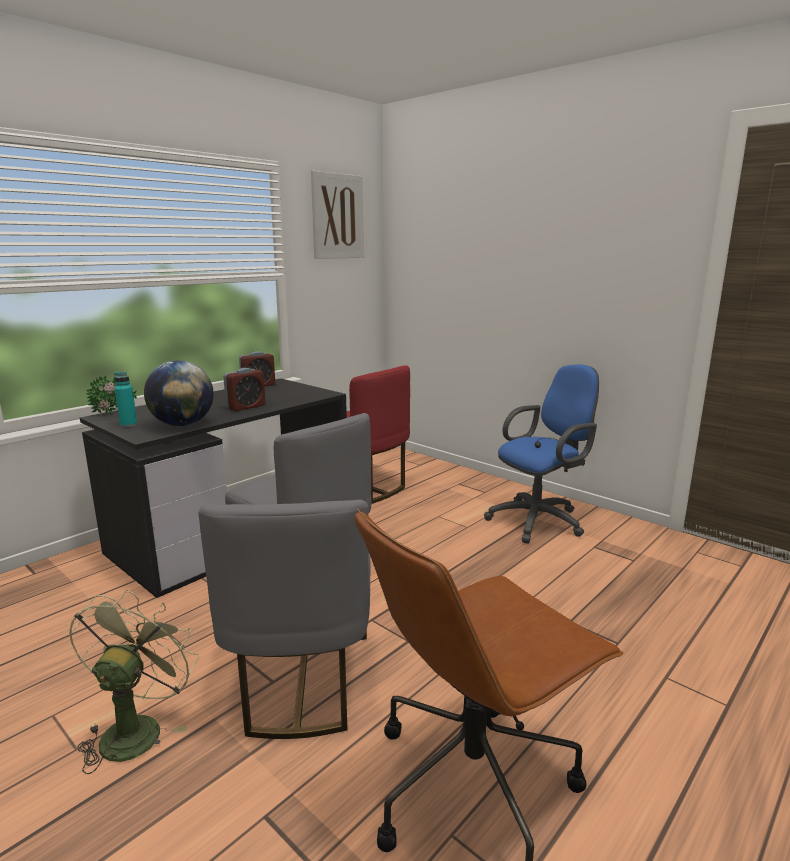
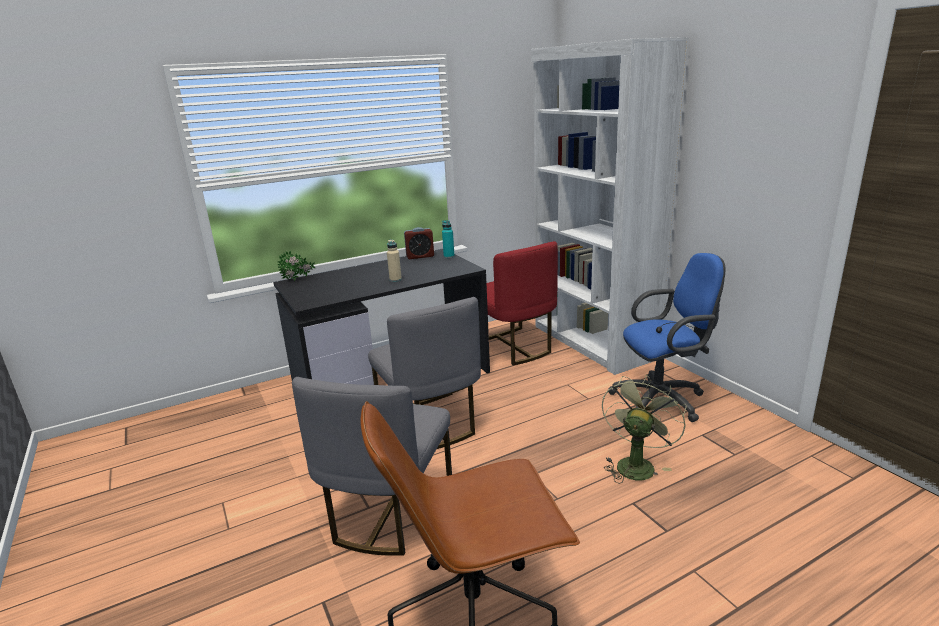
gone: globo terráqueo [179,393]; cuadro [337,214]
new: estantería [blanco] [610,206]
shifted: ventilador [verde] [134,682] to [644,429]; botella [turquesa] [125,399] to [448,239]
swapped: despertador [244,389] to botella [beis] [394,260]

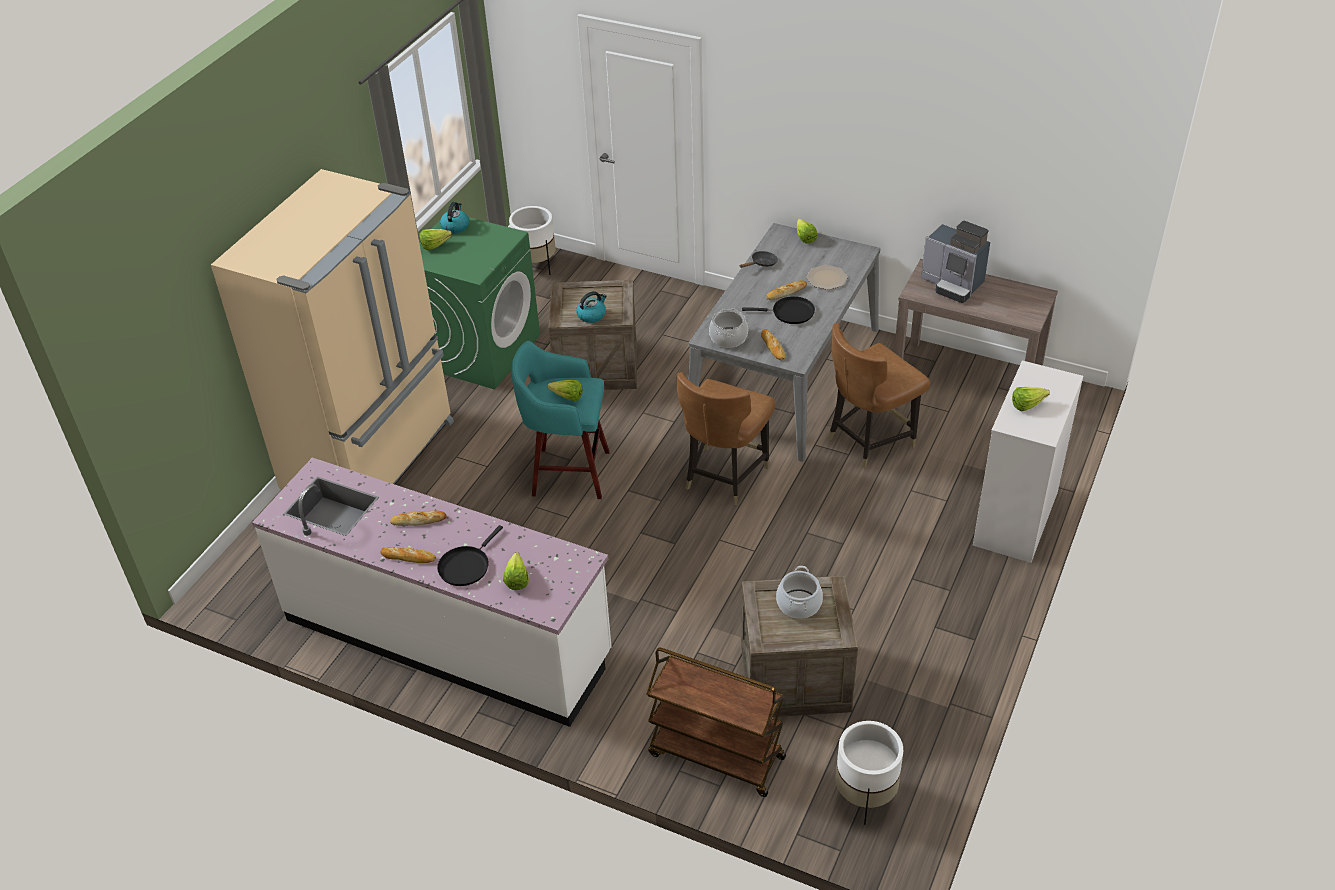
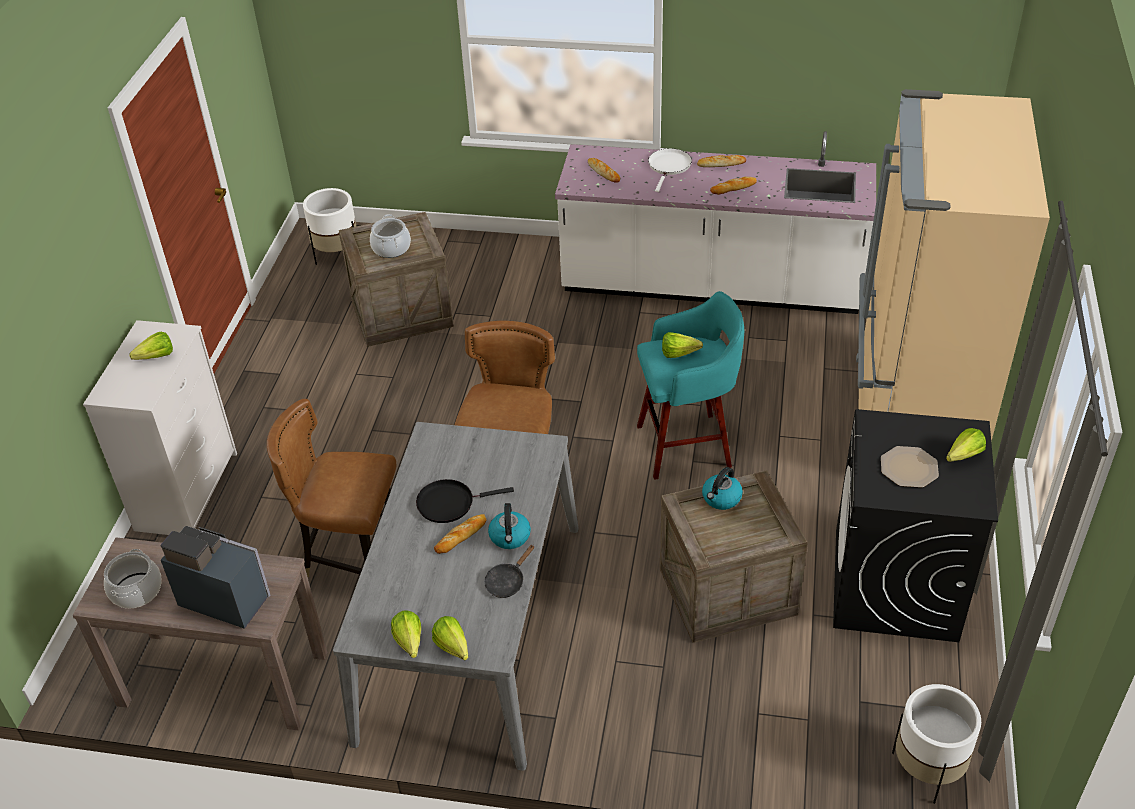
gone: carrito [marrón] [716,722]
shifted: hervidor [454,218] to [509,526]; lechuga [516,571] to [406,634]; olla [728,328] to [133,578]; pan [773,344] to [604,170]; plato [827,277] to [910,467]
repainted: lavadora [verde] [479,303] to lavadora [negro] [915,525]; sartén [negro] [470,555] to sartén [blanco] [670,170]
rotated: silla [marrón] [879,395] = [331,488] 120 degrees counterclockwise

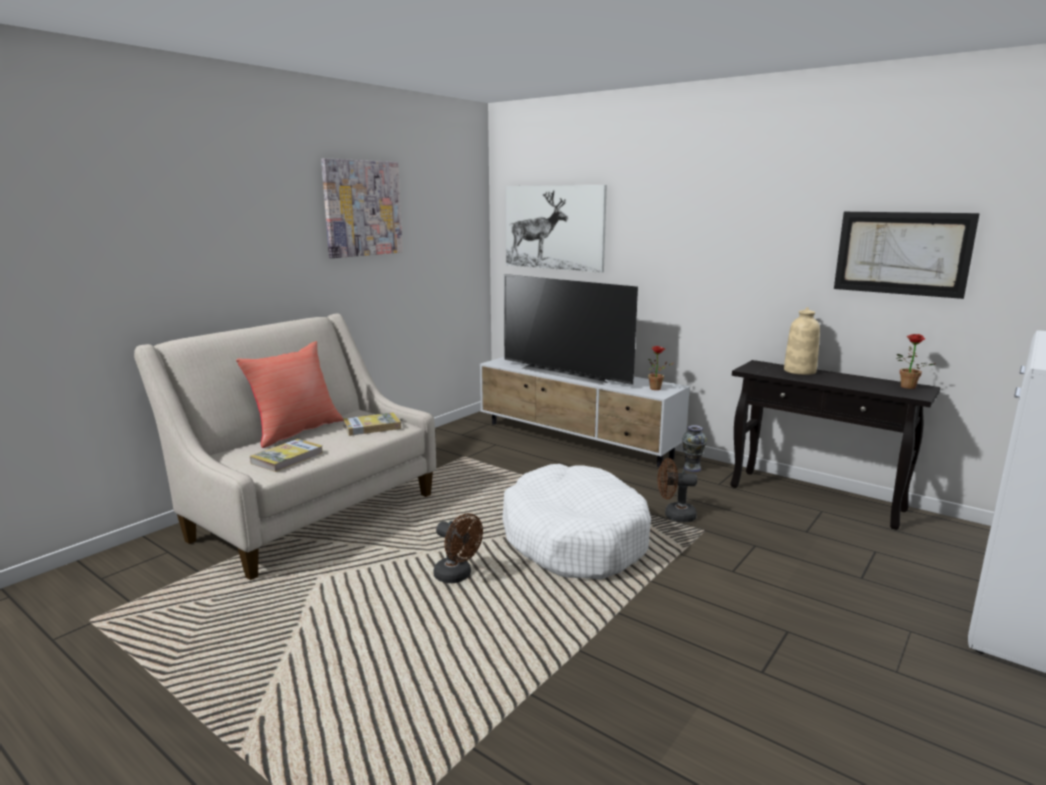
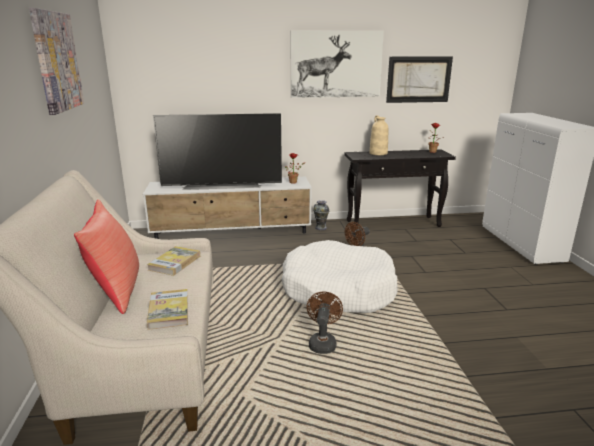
shifted: cuadro [556,229] to [337,64]
rotated: ventilador [marrón] [458,548] = [325,323] 75 degrees counterclockwise

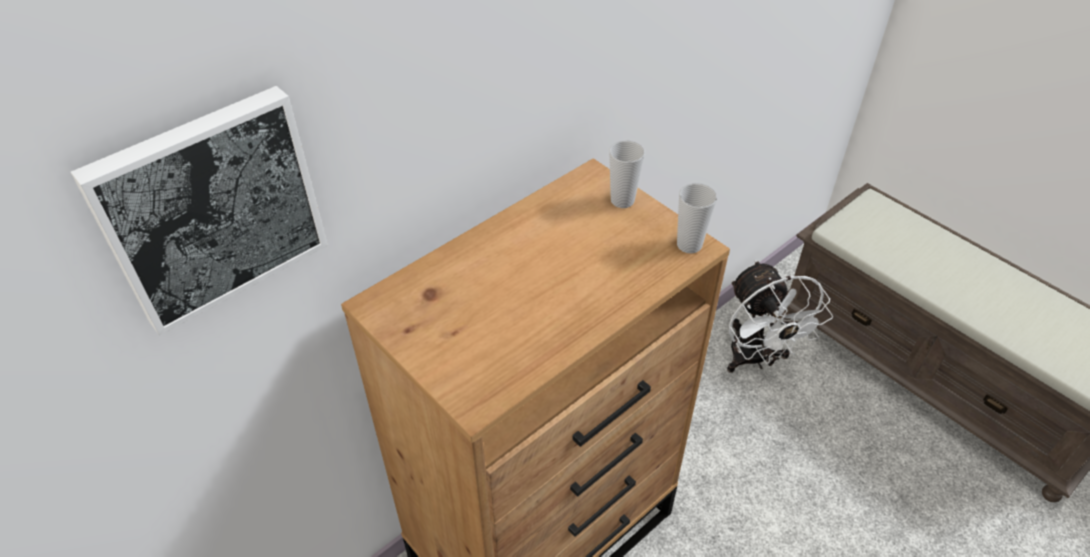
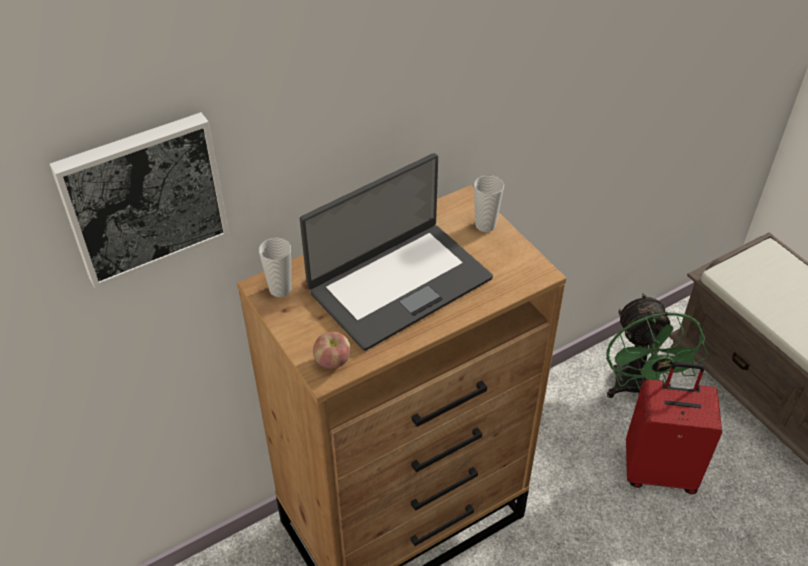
new: portátil [396,252]; manzana [332,350]; maleta [rojo] [674,428]
shifted: taza [697,218] to [275,267]
repainted: ventilador [blanco] [780,316] to ventilador [verde] [657,345]

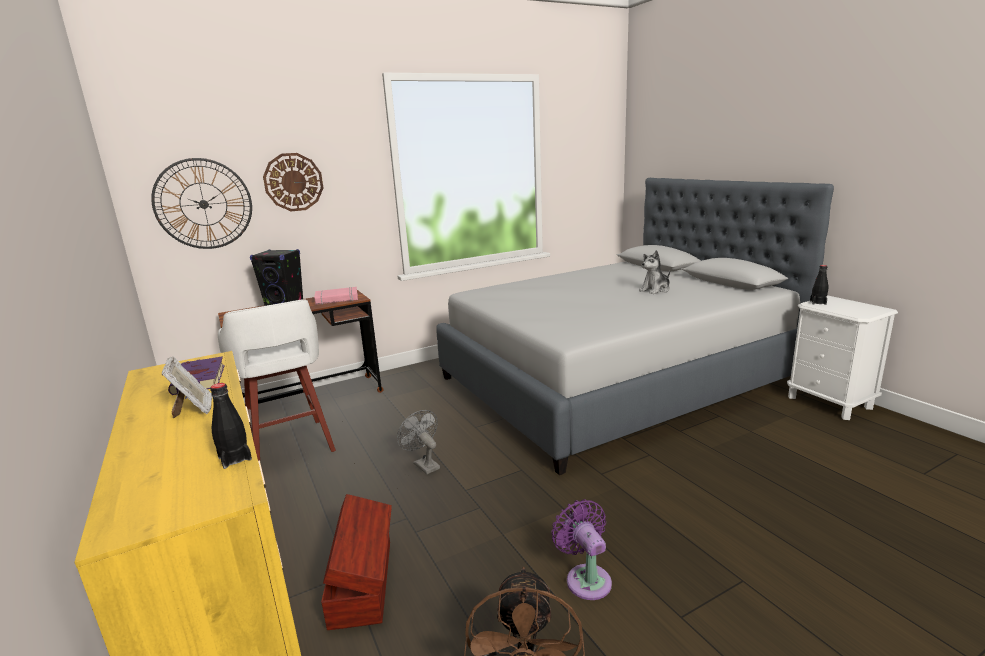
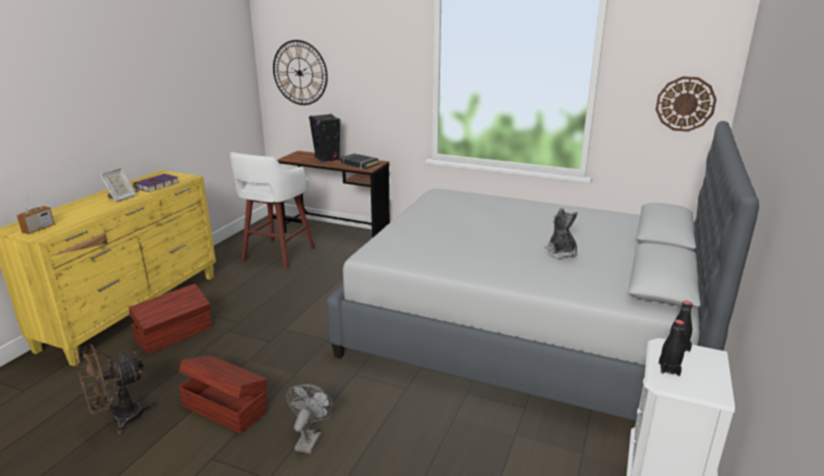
new: radio [36,211]
shifted: botella [negro] [231,426] to [672,348]; reloj de pared [293,182] to [686,104]; ventilador [gris] [418,442] to [310,419]
swapped: ventilador [morado] [581,549] to caja de almacenaje [marrón] [223,394]
repainted: libro [rosa] [336,296] to libro [negro] [359,161]
rotated: peluche [654,272] = [561,233] 60 degrees clockwise

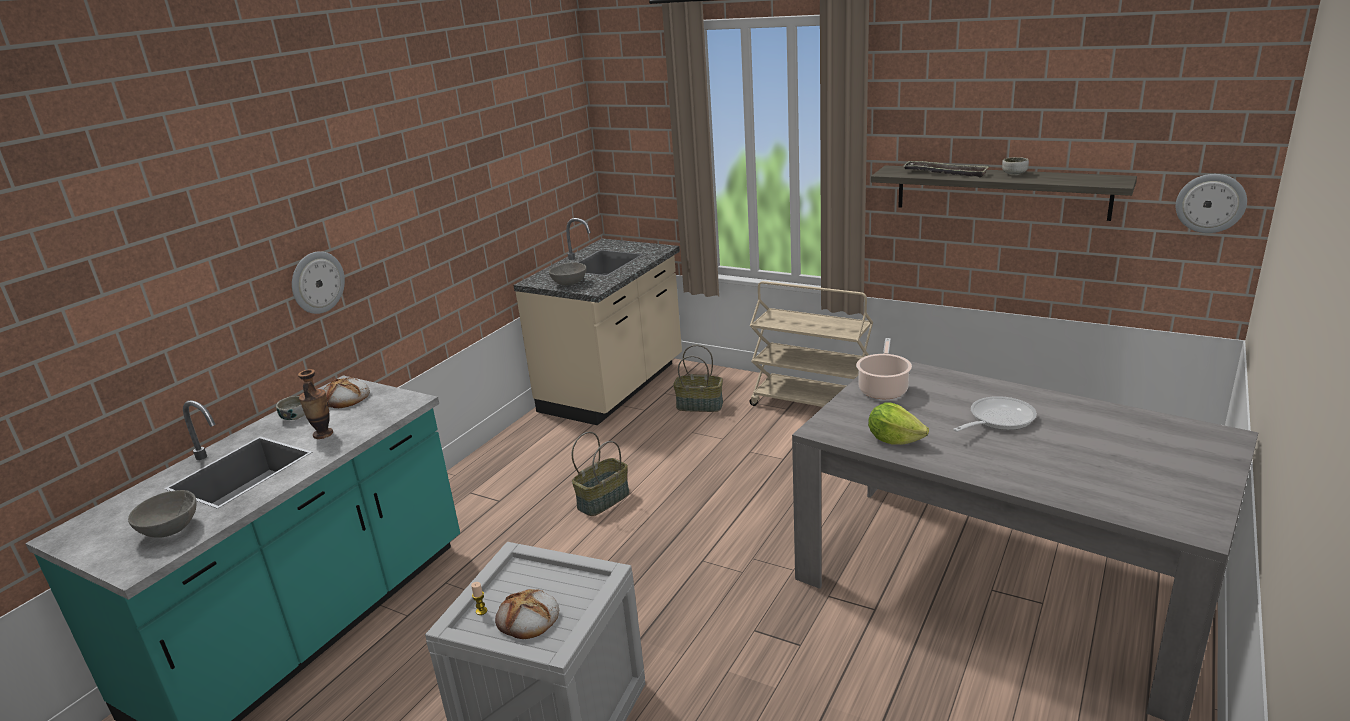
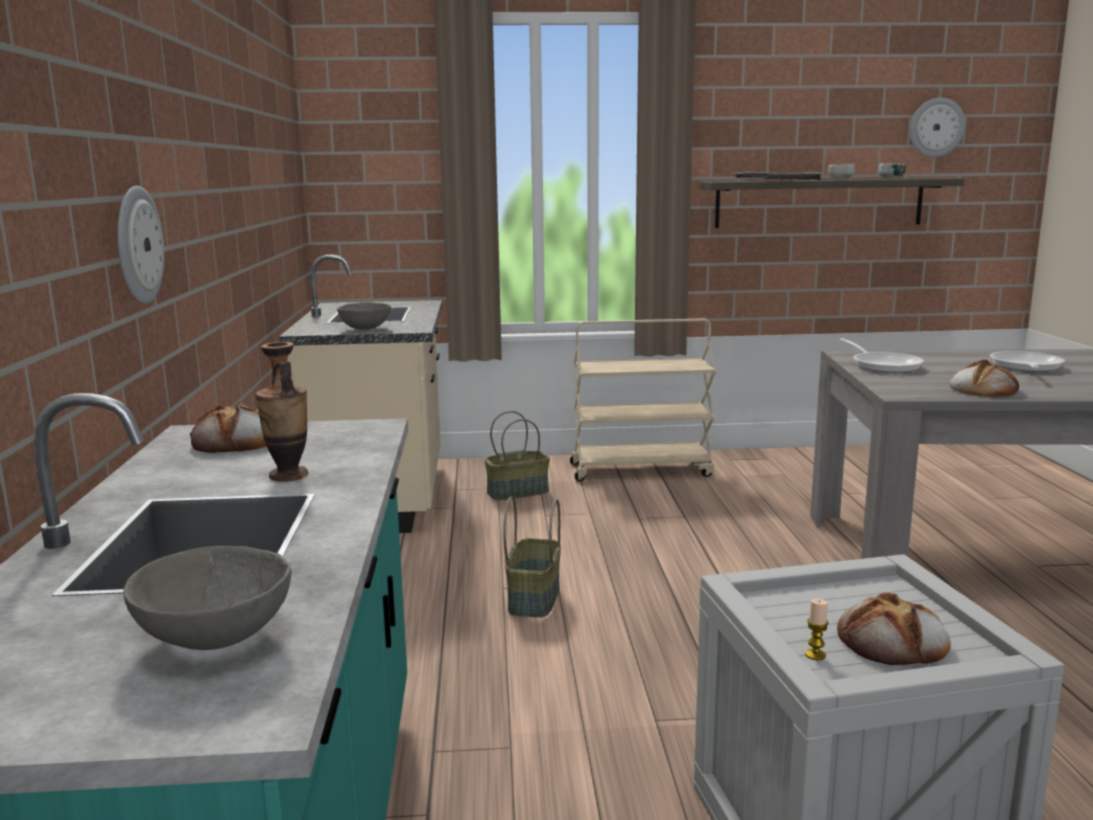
shifted: cuenco [290,408] to [892,171]; reloj de pared [1211,203] to [937,127]
swapped: olla [884,368] to sartén [882,355]; lechuga [898,423] to pan [984,378]

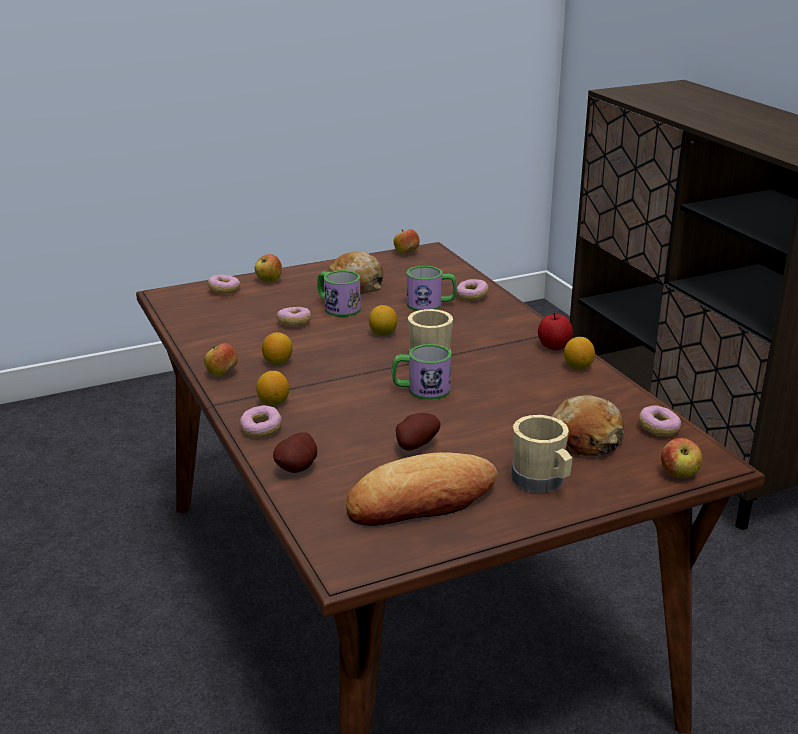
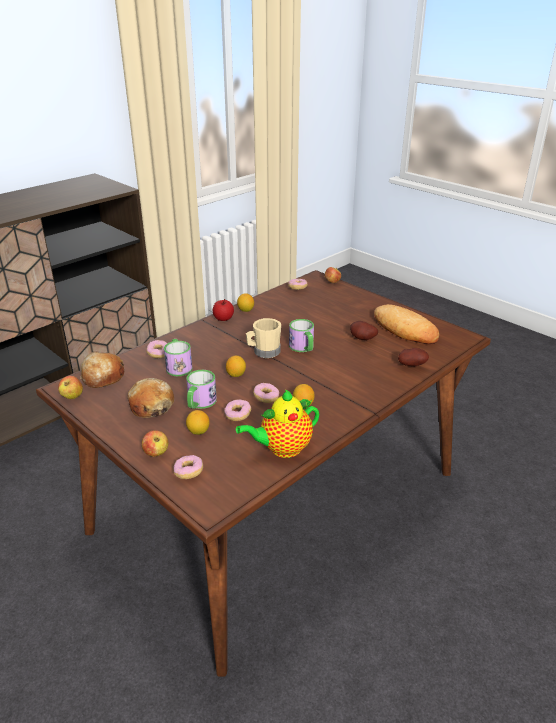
gone: manzana [221,360]; taza grande [beis] [542,454]
new: tetera [277,424]
shifted: rosquilla [261,421] to [266,393]; limón [272,388] to [198,422]; pan [588,426] to [102,370]

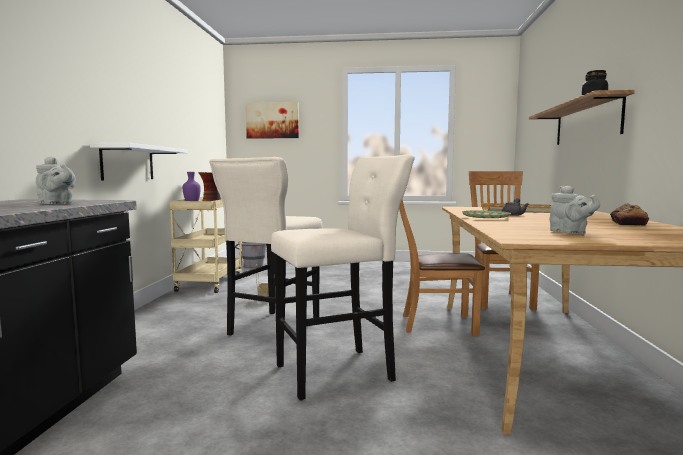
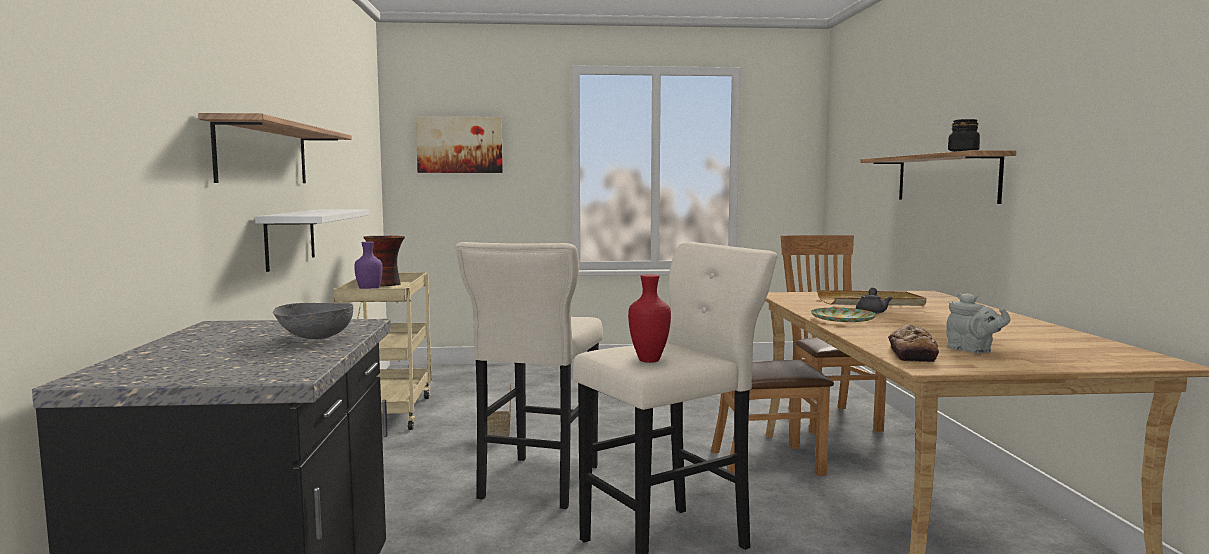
gone: cubo [gris] [251,254]
new: estante [275,148]; florero [rojo] [649,318]
shifted: pan [629,214] to [913,343]
swapped: tetera [gris] [56,180] to cuenco [gris] [313,321]

